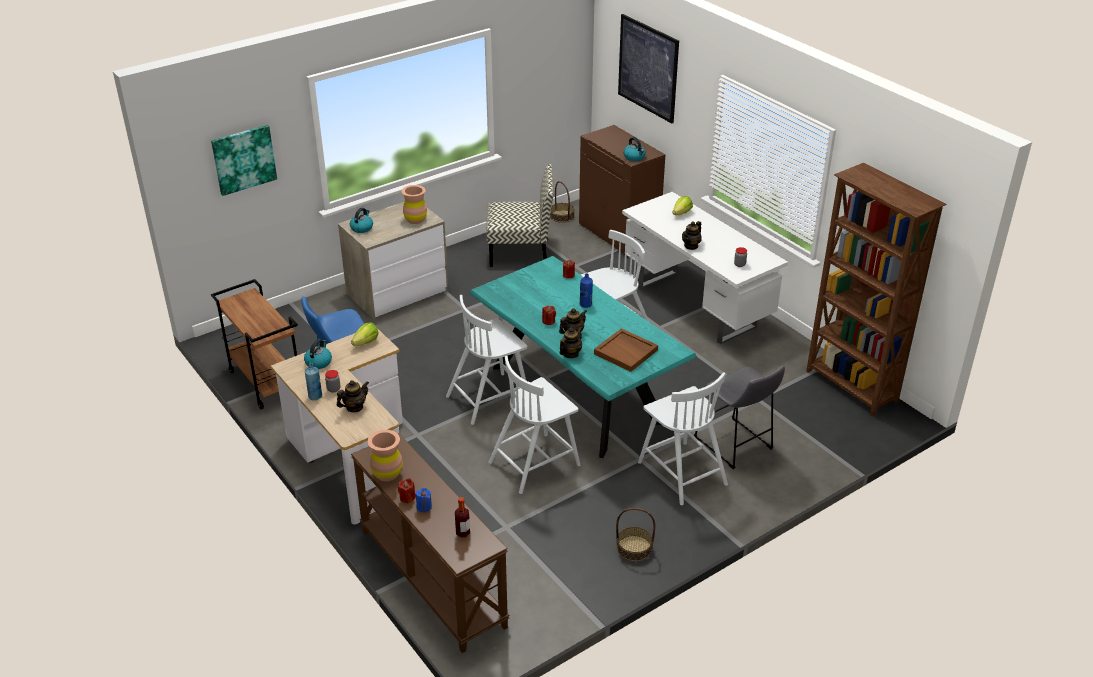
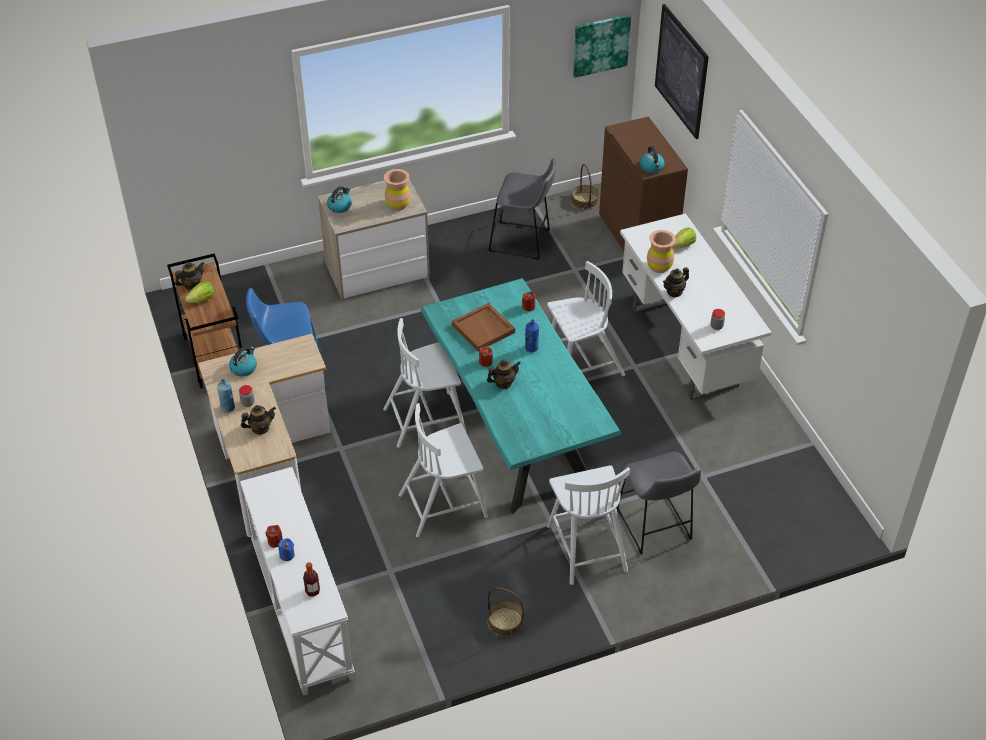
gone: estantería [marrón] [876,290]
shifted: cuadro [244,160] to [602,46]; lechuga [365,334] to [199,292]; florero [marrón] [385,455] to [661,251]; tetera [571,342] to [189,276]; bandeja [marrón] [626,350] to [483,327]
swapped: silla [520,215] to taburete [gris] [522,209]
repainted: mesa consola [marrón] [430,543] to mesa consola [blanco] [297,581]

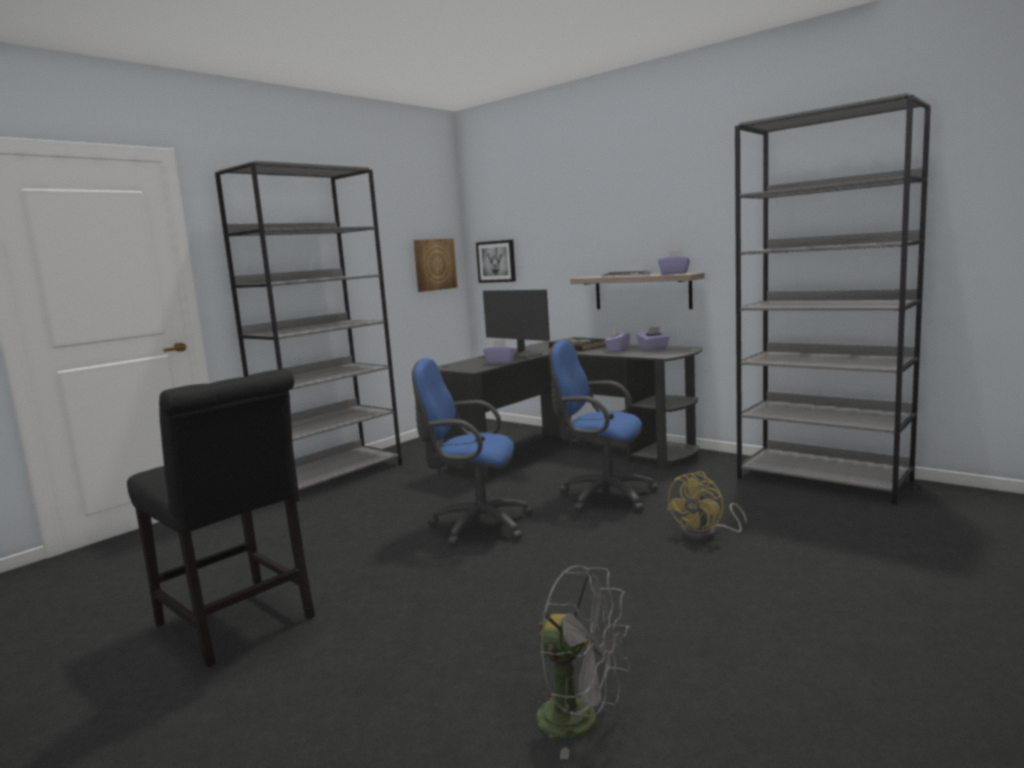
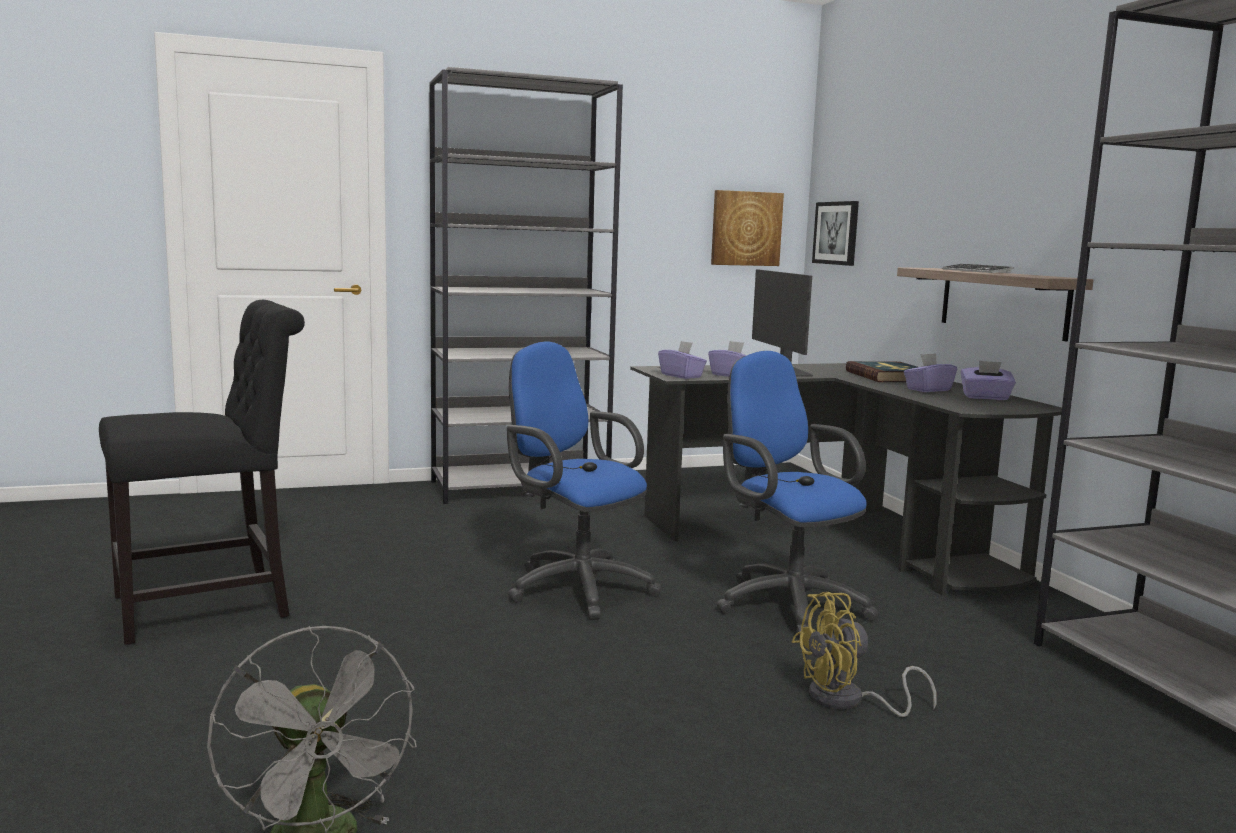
shifted: caja de pañuelos [morado] [674,262] to [682,360]
rotated: silla [negro] [221,518] = [202,472] 105 degrees counterclockwise

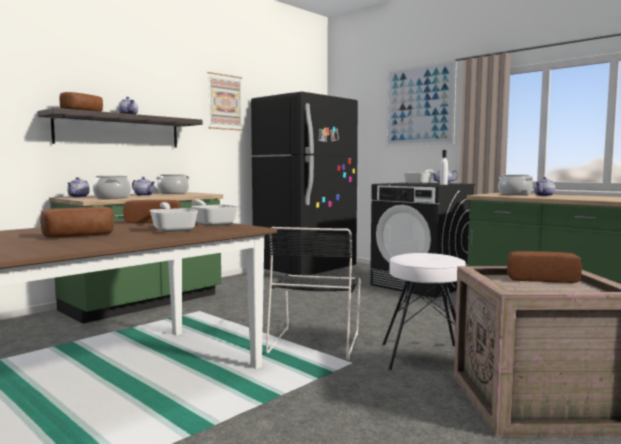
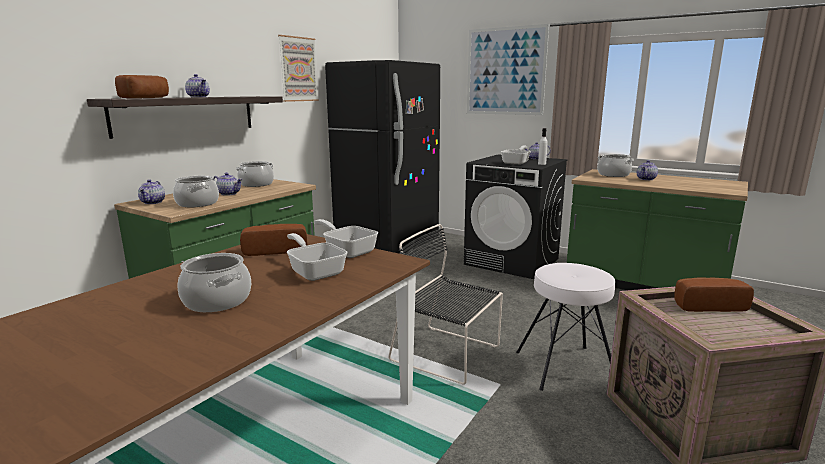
swapped: pan [77,222] to olla [214,282]
rotated: silla [negro] [313,293] = [445,304] 120 degrees clockwise

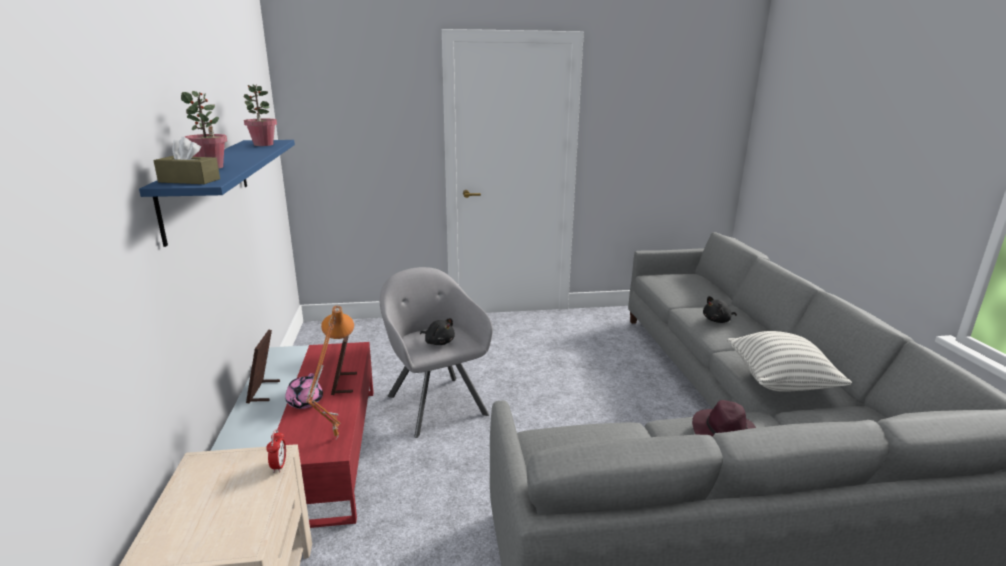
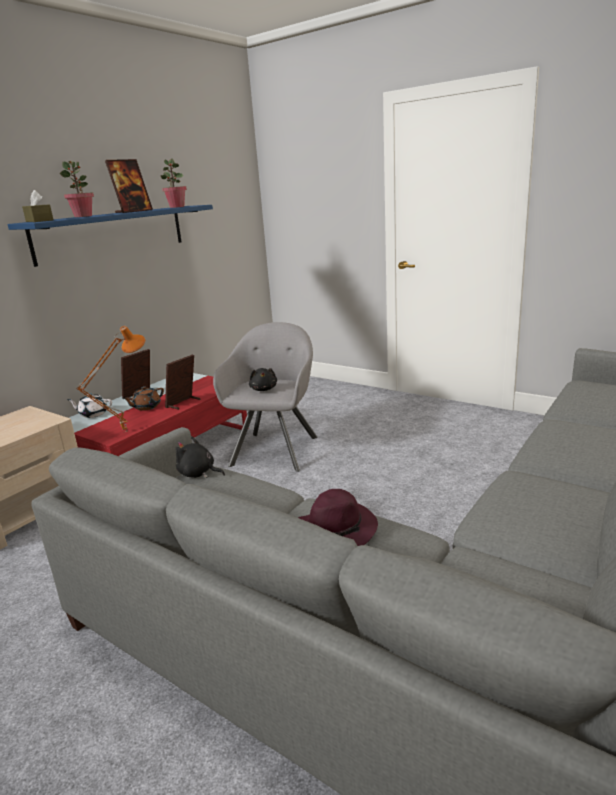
gone: despertador [276,451]; cojín [789,361]
new: tetera [blanco] [89,405]; portarretratos [129,186]
shifted: peluche [negro] [720,309] to [200,457]
repainted: tetera [rosa] [304,391] to tetera [marrón] [143,398]

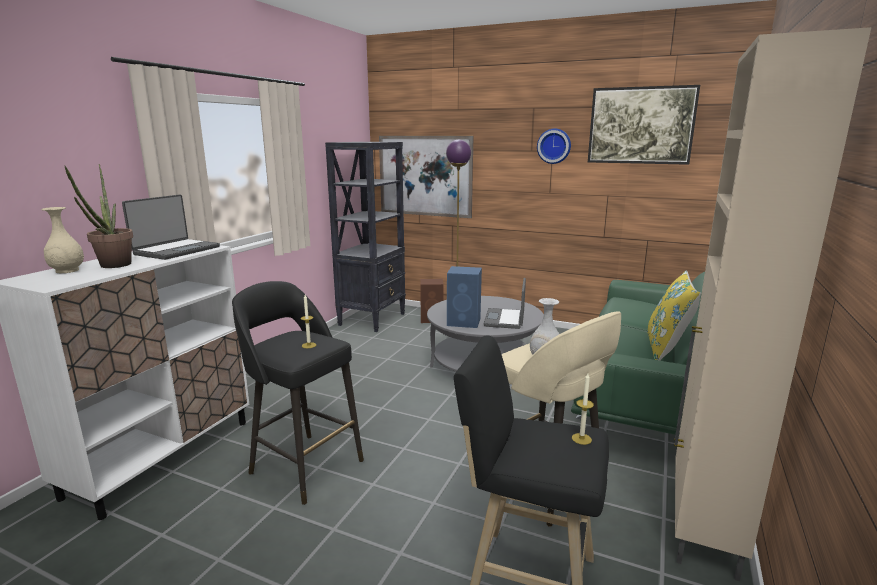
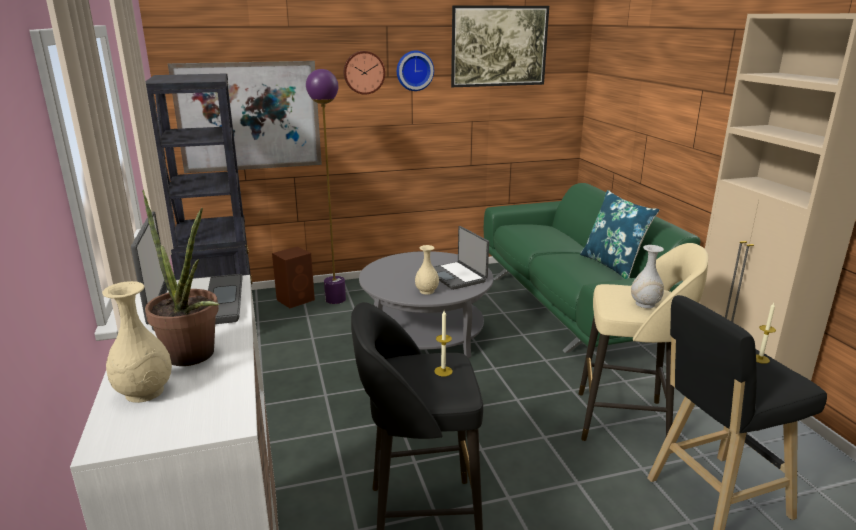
new: reloj de pared [364,73]
swapped: altavoz [azul] [464,297] to florero [beis] [427,270]
repainted: cojín [amarillo] [674,316] to cojín [azul] [619,234]

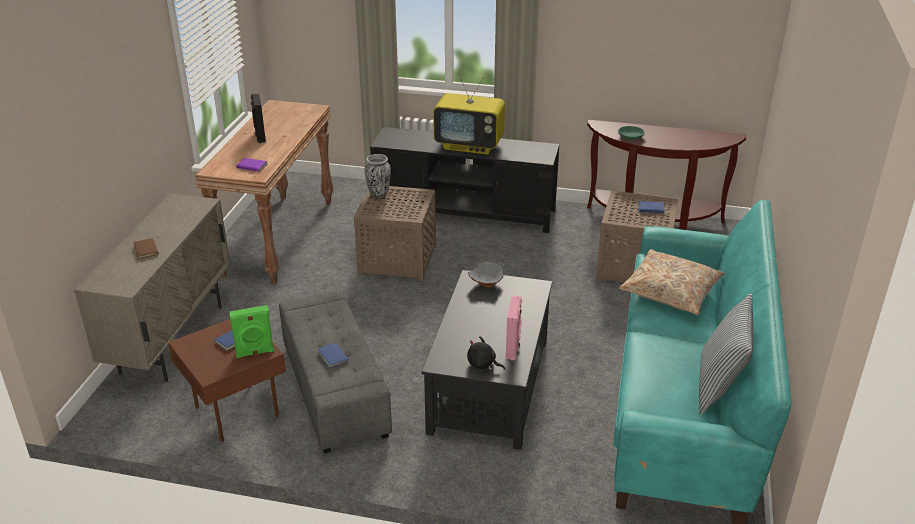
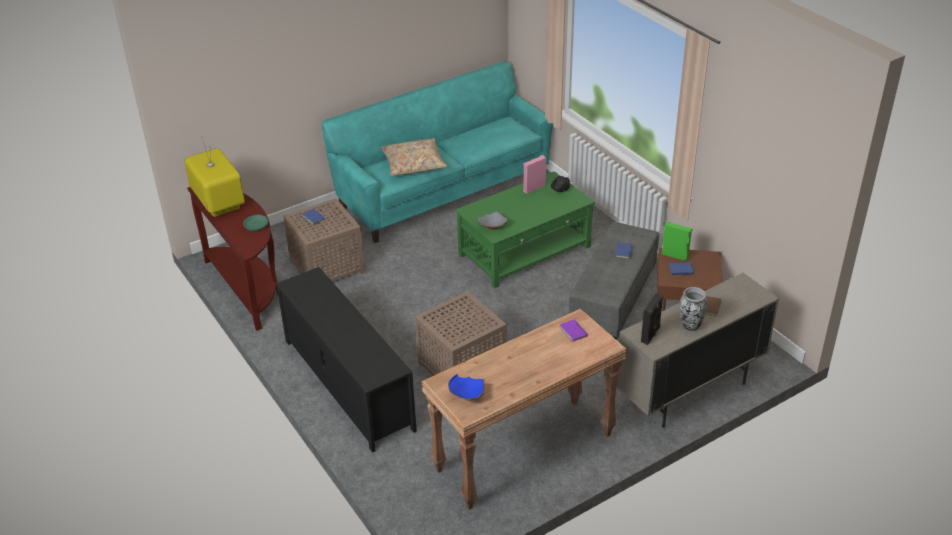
gone: cojín [726,354]
new: cuenco [azul] [466,387]
shifted: altavoz [negro] [258,118] to [652,319]; florero [377,176] to [693,309]; televisor [469,113] to [215,176]
repainted: mesa de centro [negro] [487,360] to mesa de centro [verde] [525,229]

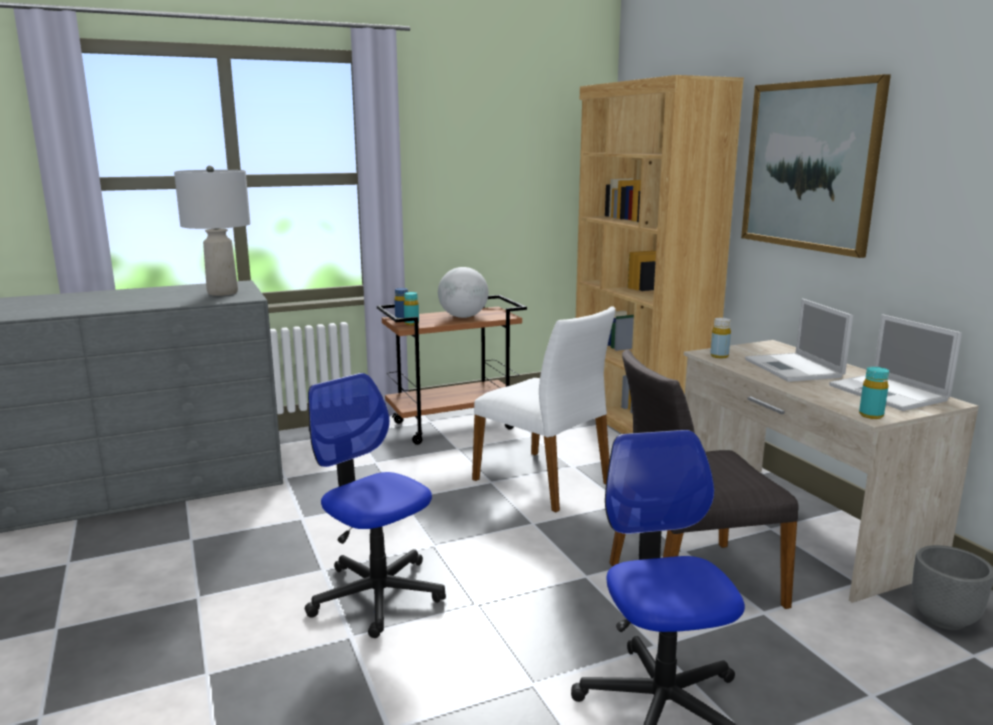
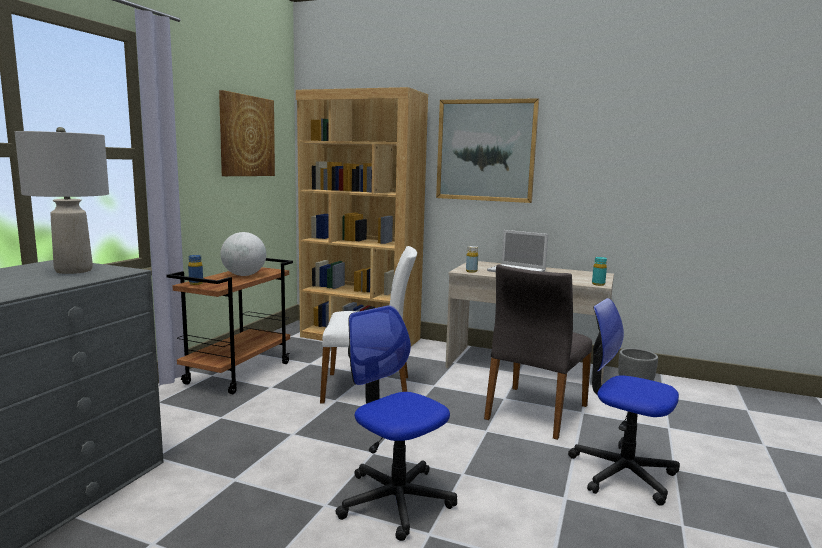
gone: botella [turquesa] [411,308]; portátil [895,362]
new: cuadro [247,133]
rotated: silla de oficina [375,505] = [396,423] 45 degrees clockwise

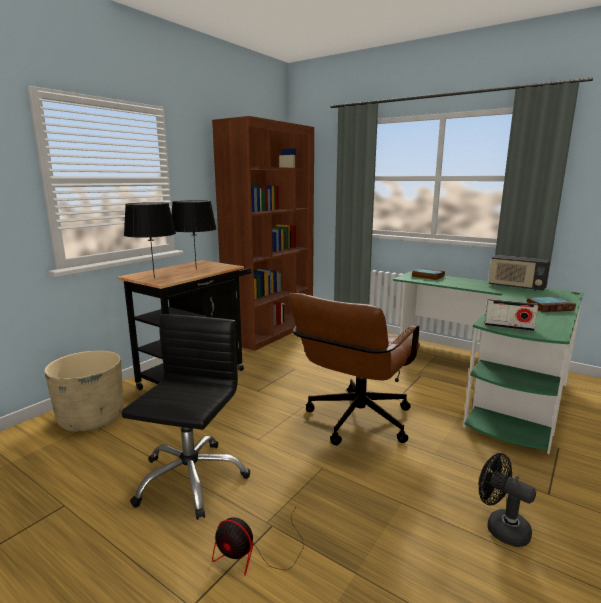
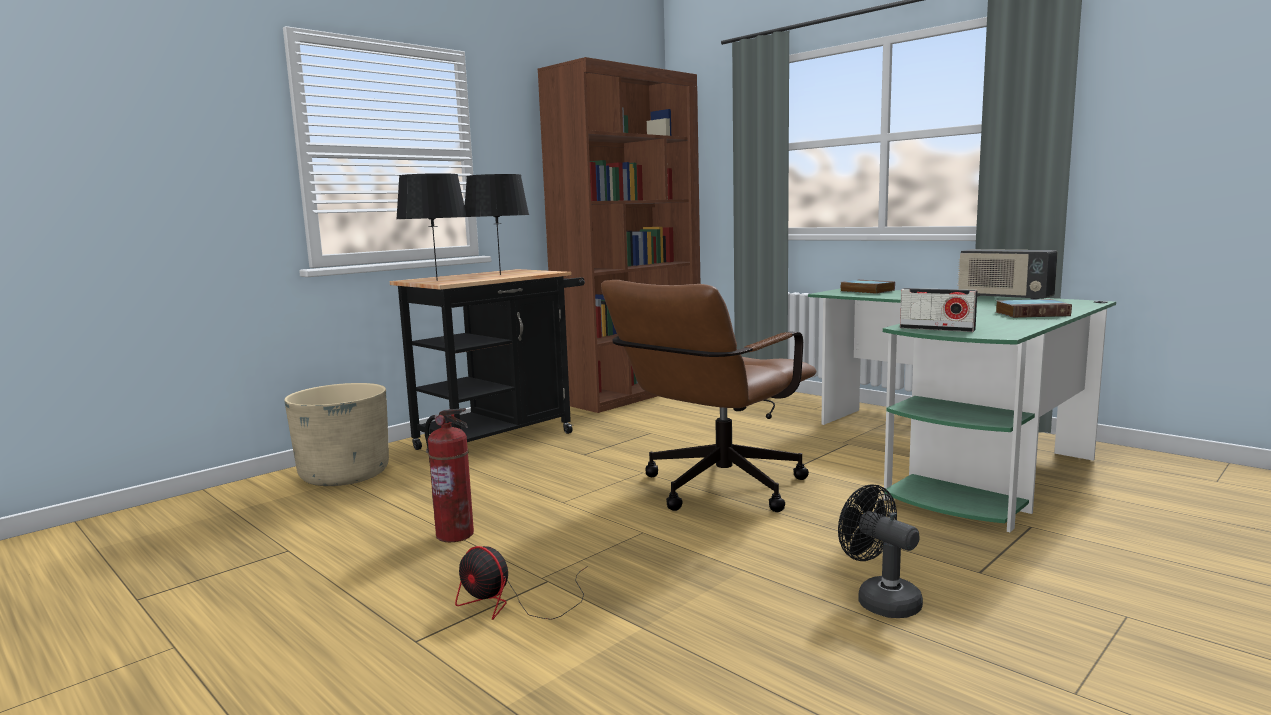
swapped: silla de oficina [negro] [185,417] to extintor [449,475]

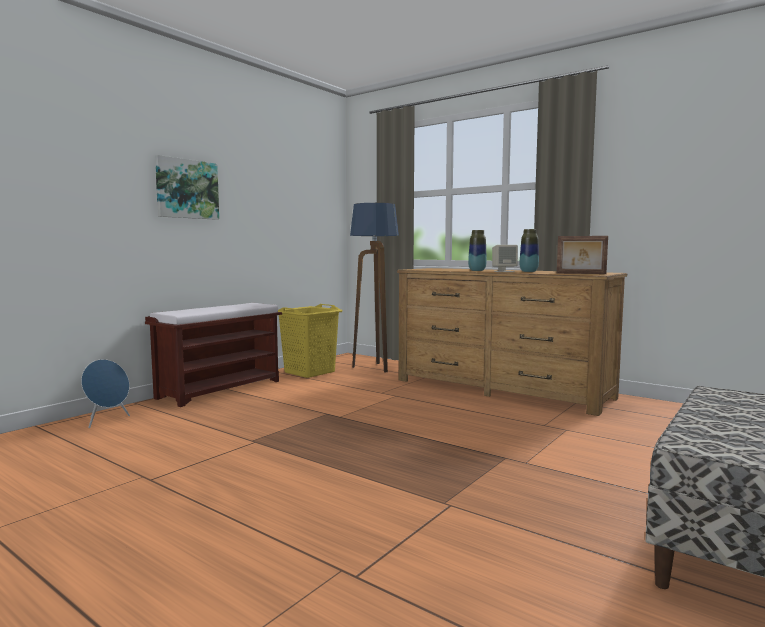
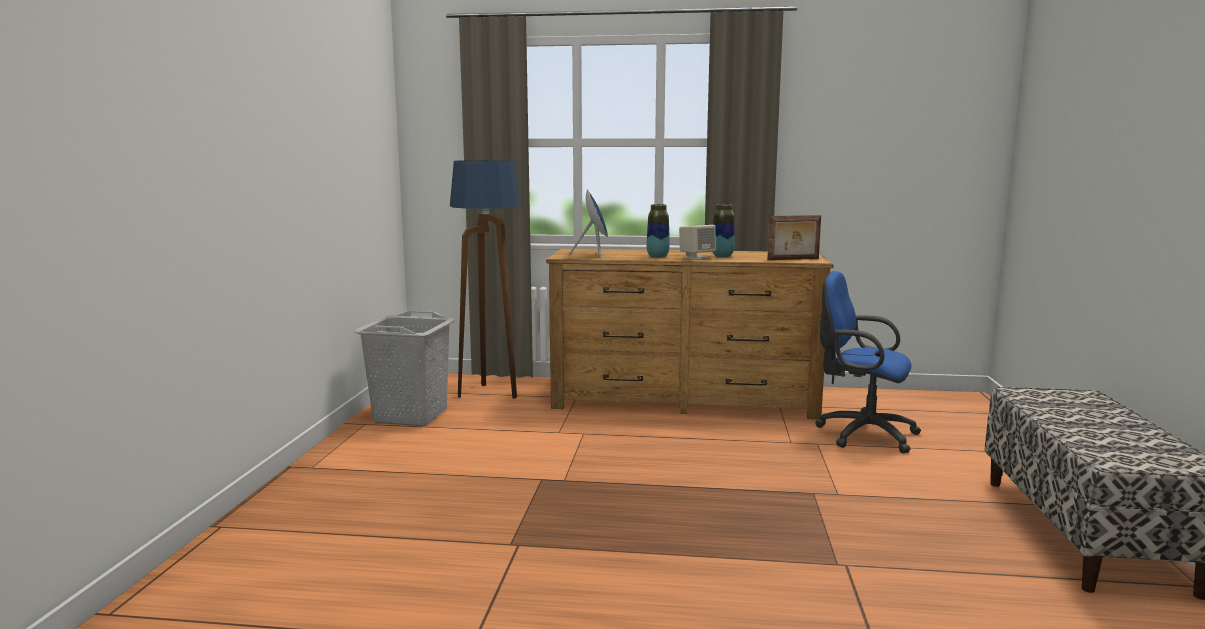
gone: banco [marrón] [213,355]; cuadro [187,187]
new: silla de oficina [azul] [868,362]
shifted: altavoz [azul] [105,393] to [588,224]
repainted: cesto de la ropa [amarillo] [310,341] to cesto de la ropa [gris] [404,368]

